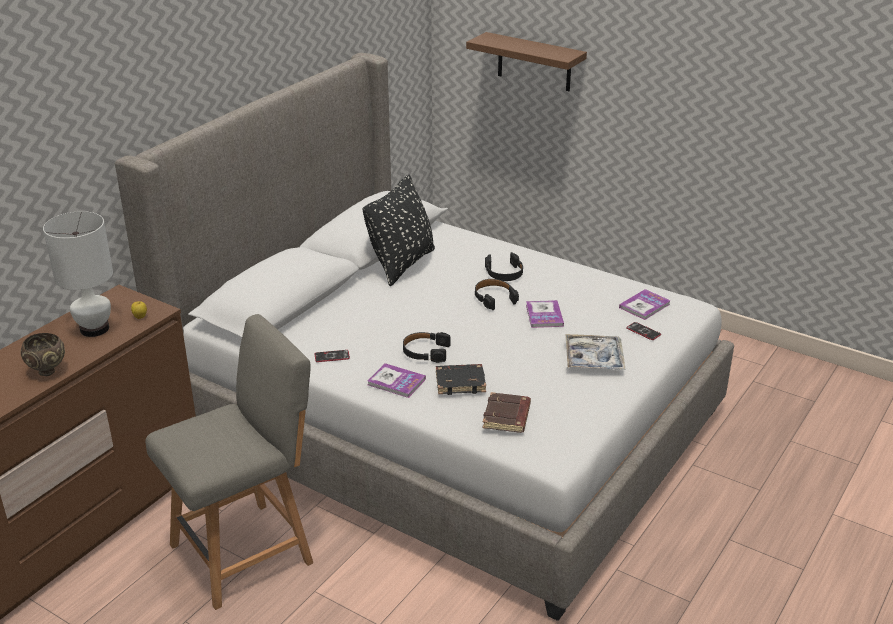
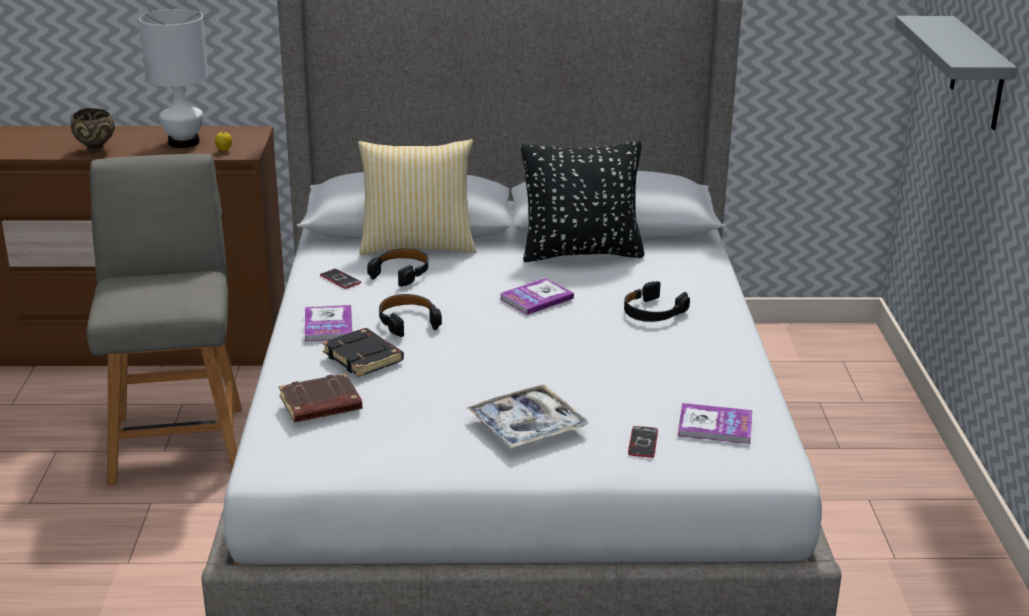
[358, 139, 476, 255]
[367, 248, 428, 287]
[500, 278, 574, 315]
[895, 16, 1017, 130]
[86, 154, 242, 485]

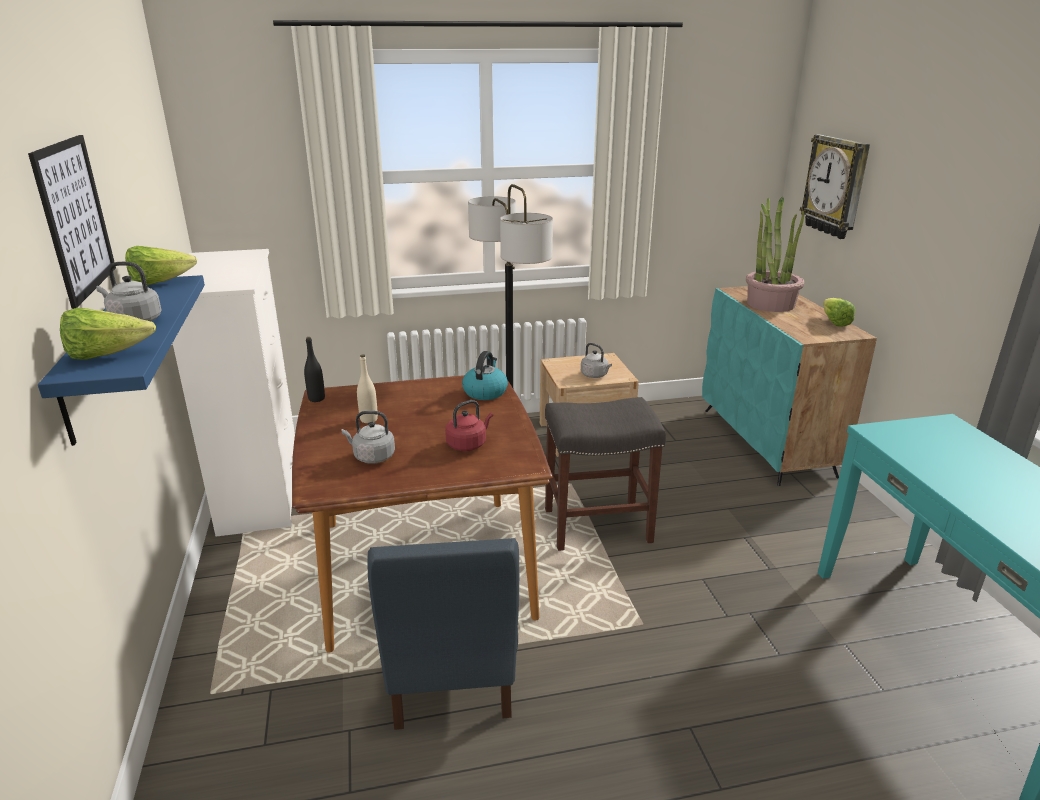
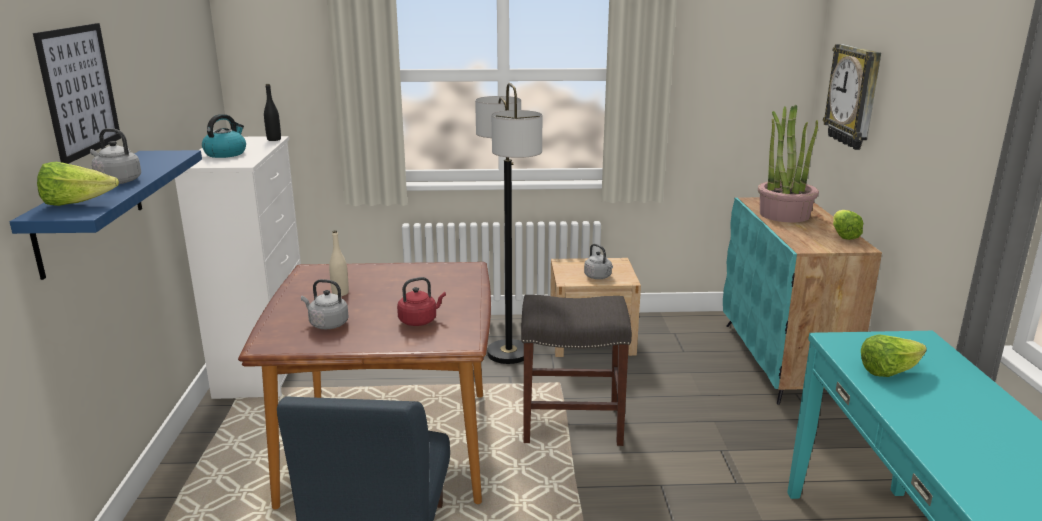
[861, 334, 927, 377]
[264, 84, 281, 141]
[202, 114, 246, 158]

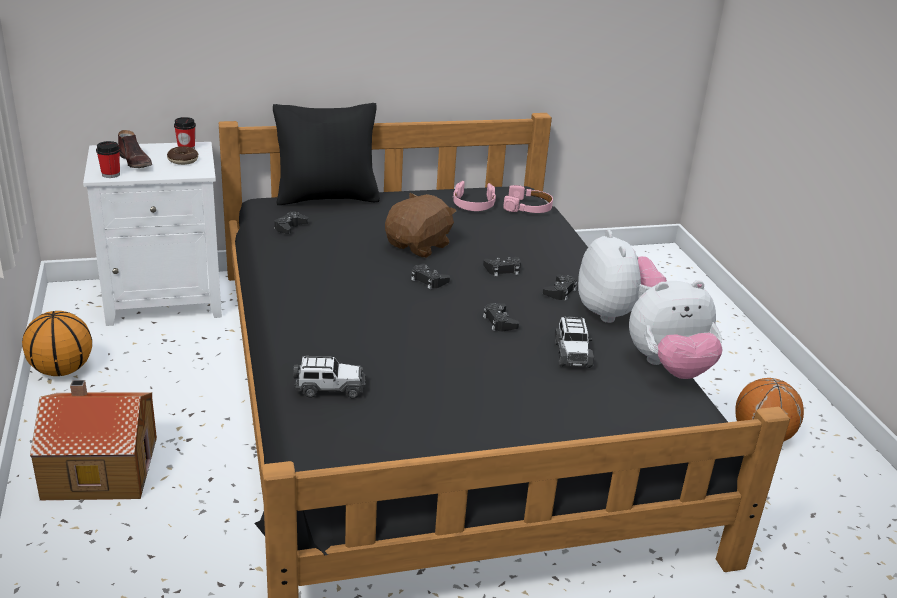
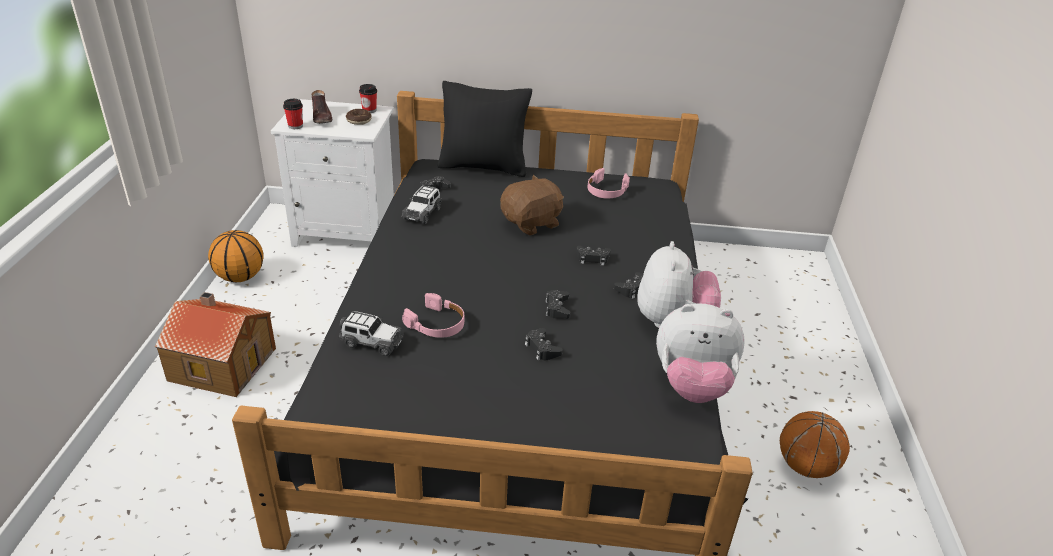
[525, 328, 563, 360]
[402, 293, 464, 338]
[402, 185, 442, 224]

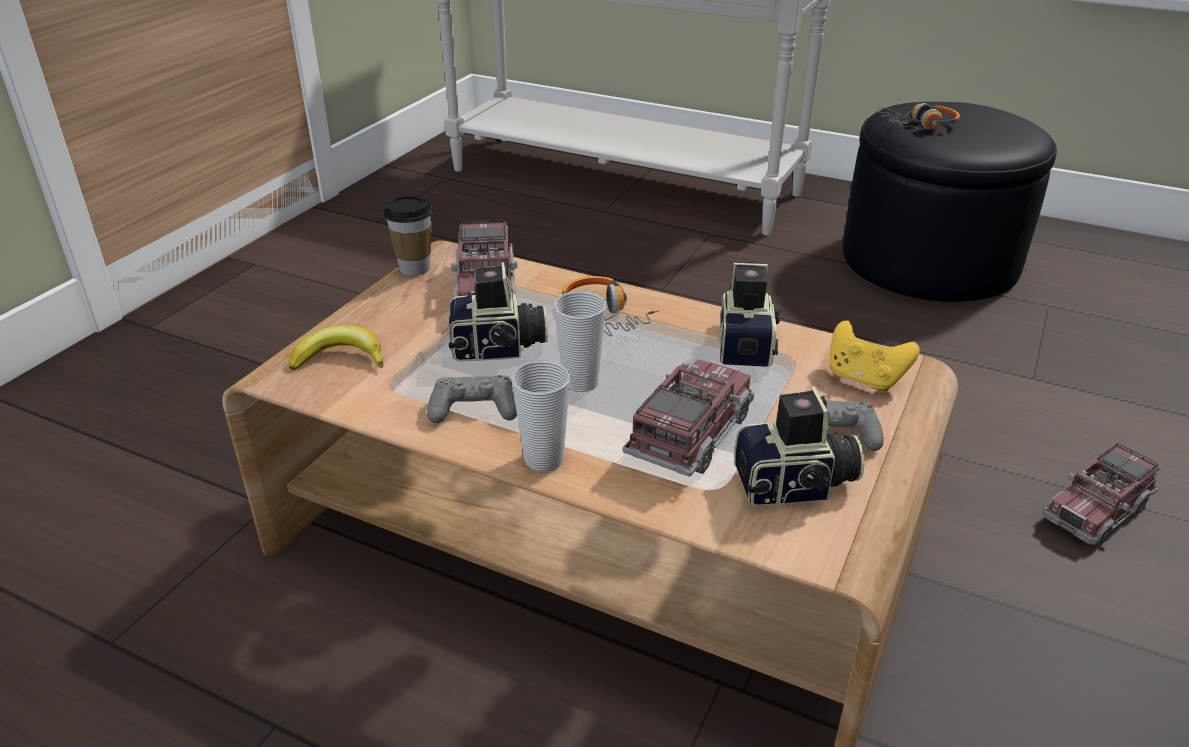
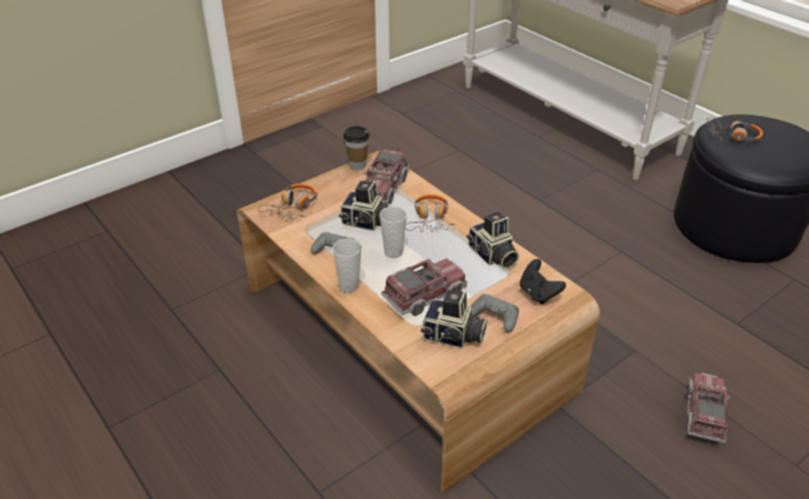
[259, 184, 317, 220]
[520, 259, 566, 304]
[467, 212, 519, 269]
[686, 373, 731, 443]

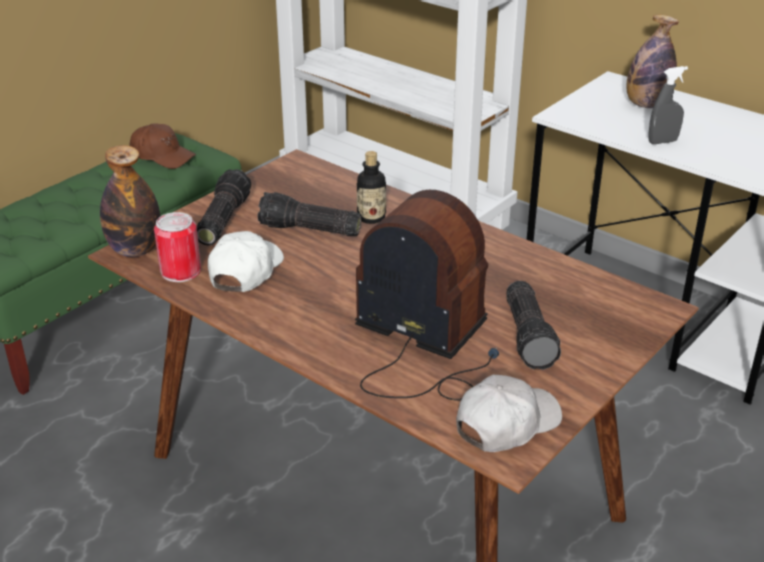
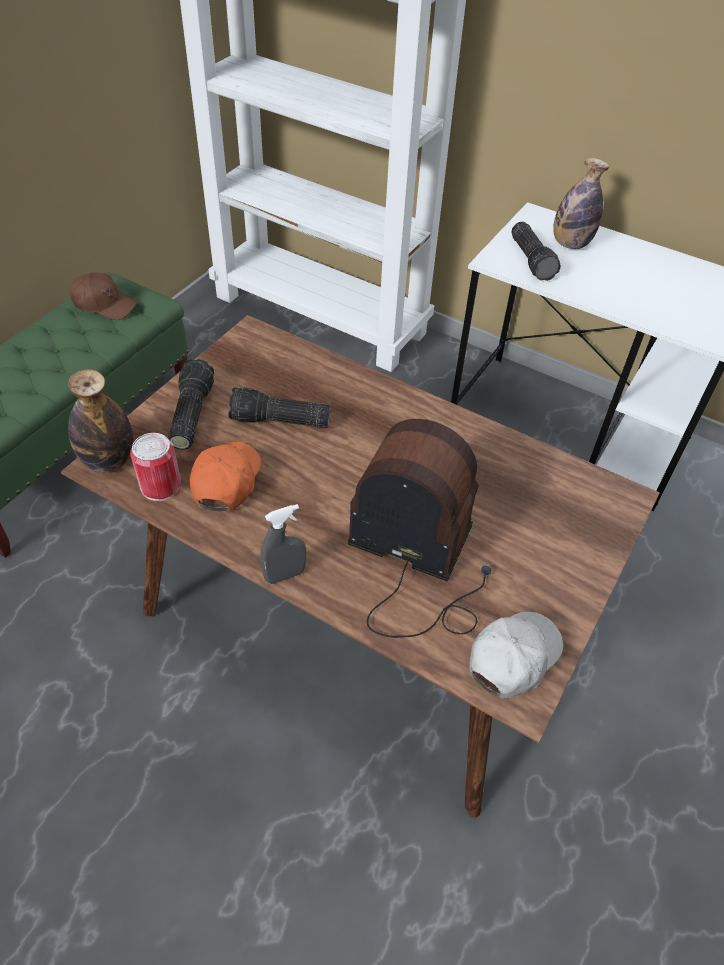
[357, 151, 386, 224] (first image)
[511, 222, 561, 281]
[260, 504, 306, 584]
[189, 442, 261, 511]

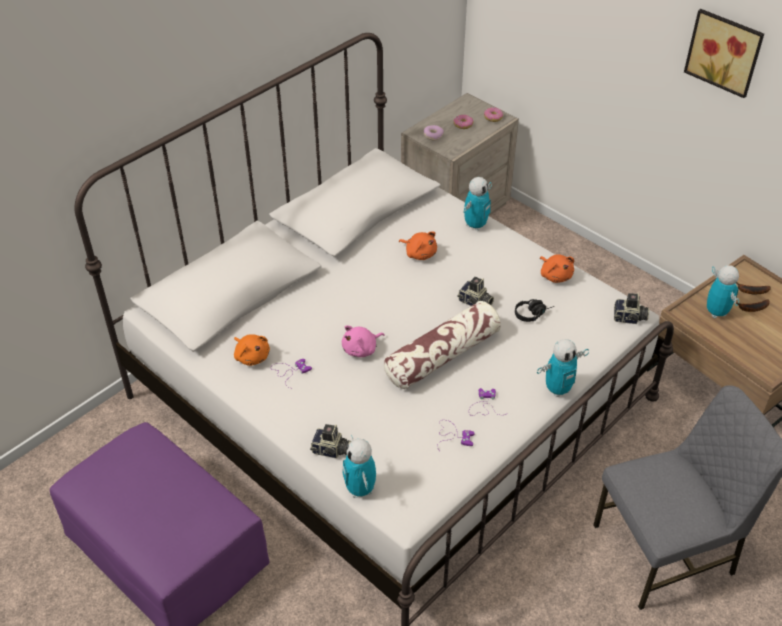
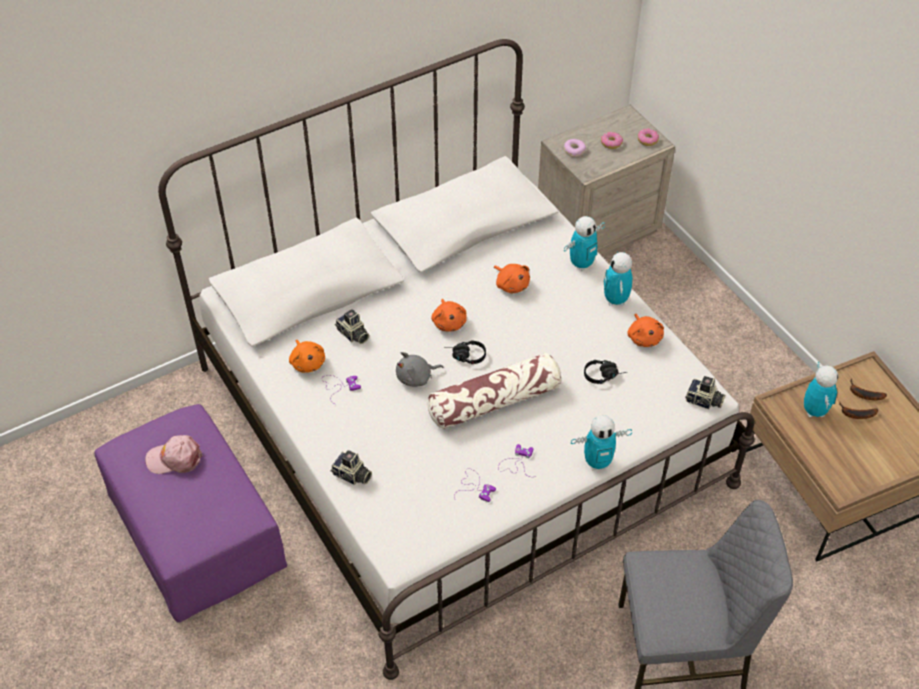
[684, 9, 764, 98] (first image)
[145, 435, 202, 474]
[431, 299, 467, 332]
[444, 340, 486, 364]
[604, 251, 632, 306]
[335, 309, 369, 344]
[396, 352, 444, 387]

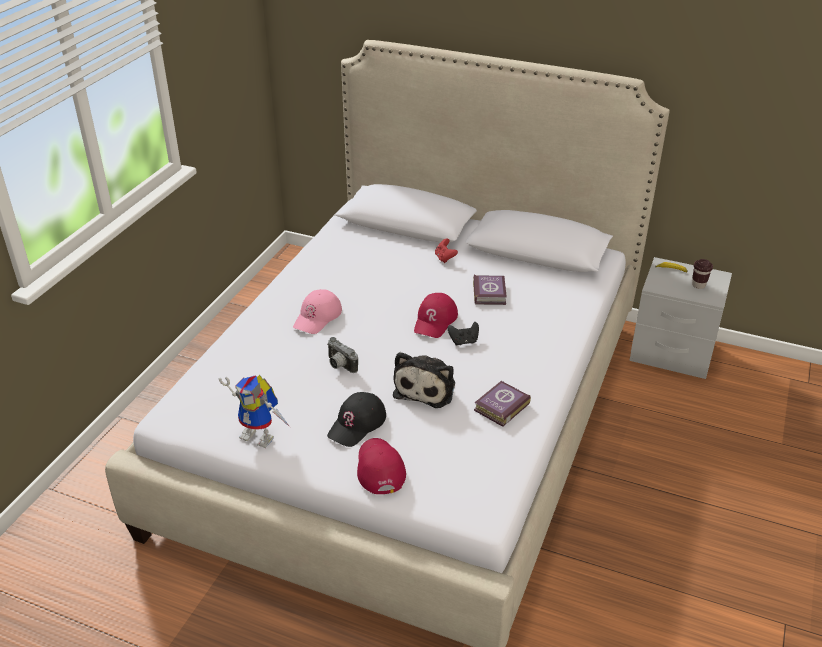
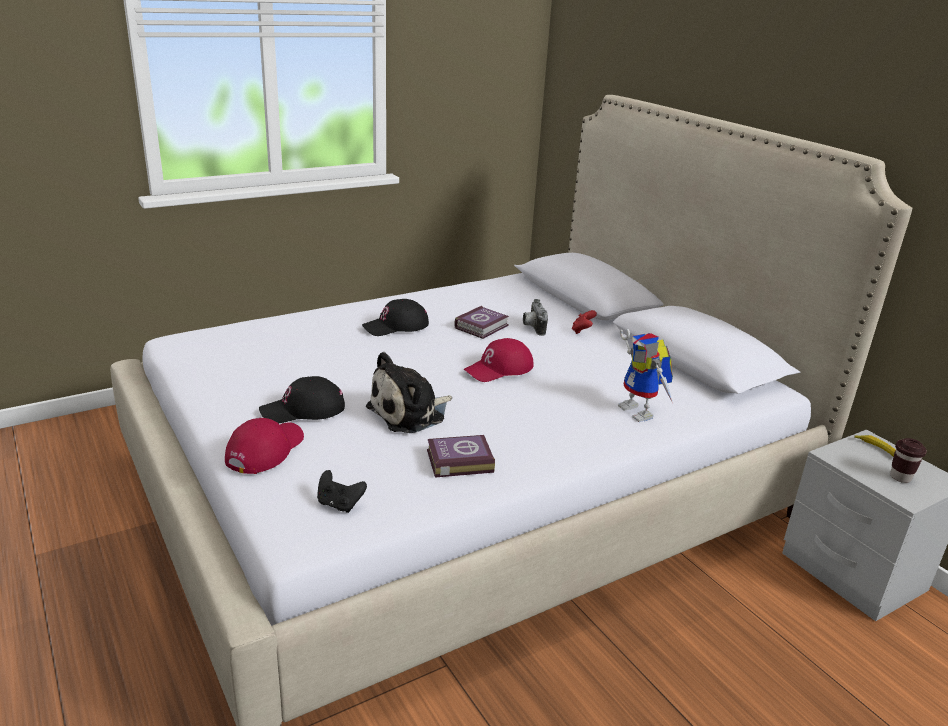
[618, 329, 673, 422]
[523, 299, 548, 336]
[317, 470, 367, 513]
[454, 306, 509, 339]
[362, 299, 429, 336]

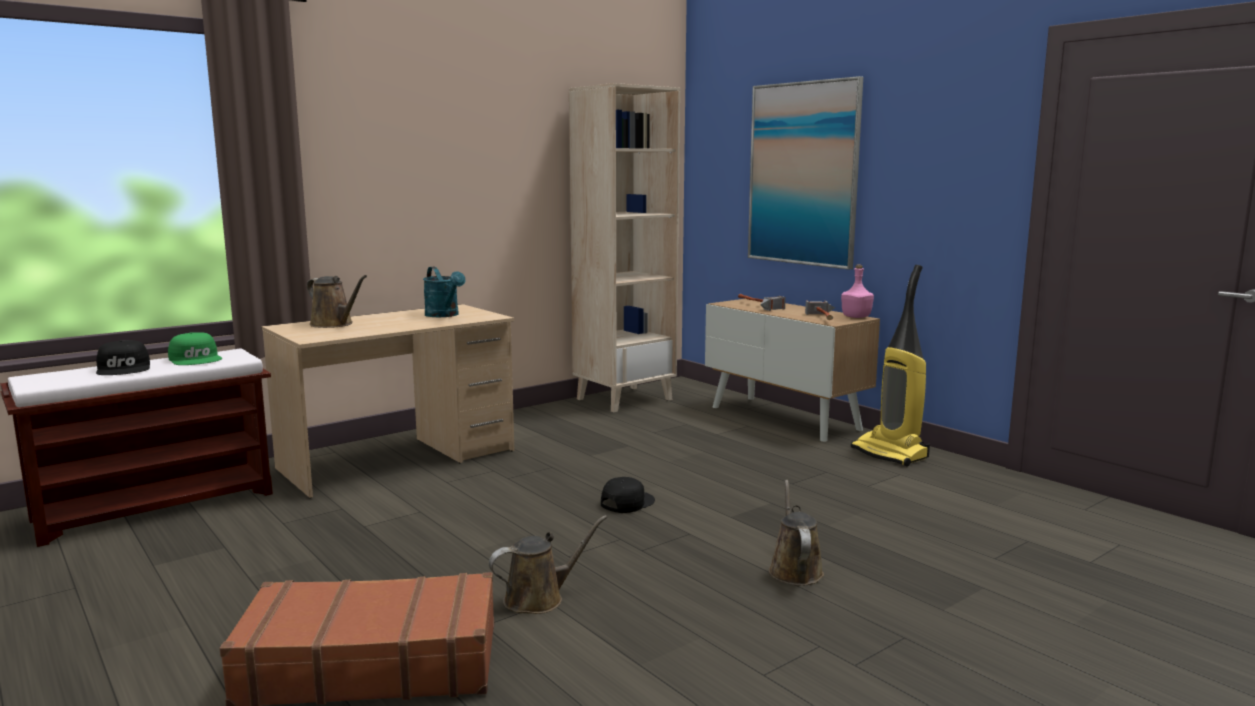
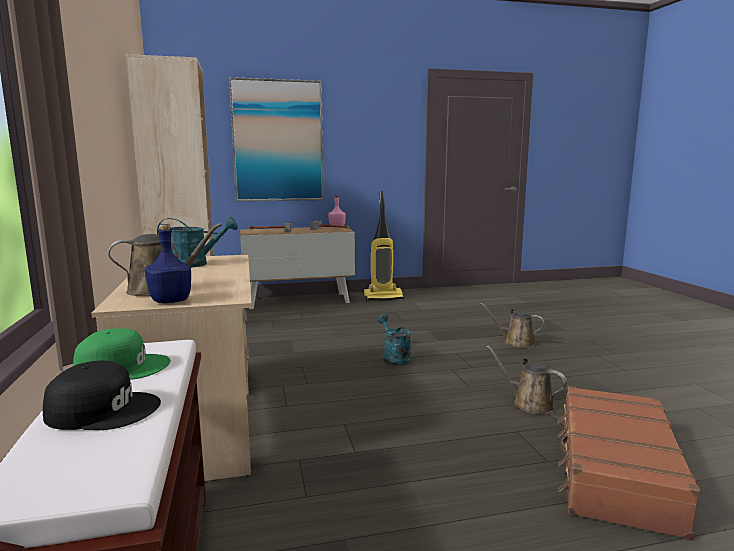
[145, 223, 191, 303]
[378, 314, 411, 366]
[486, 345, 567, 414]

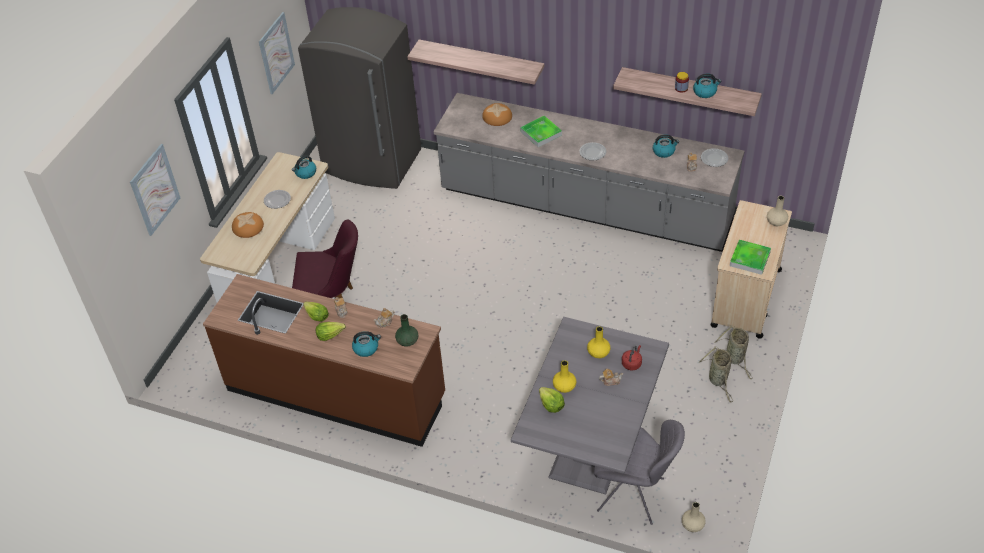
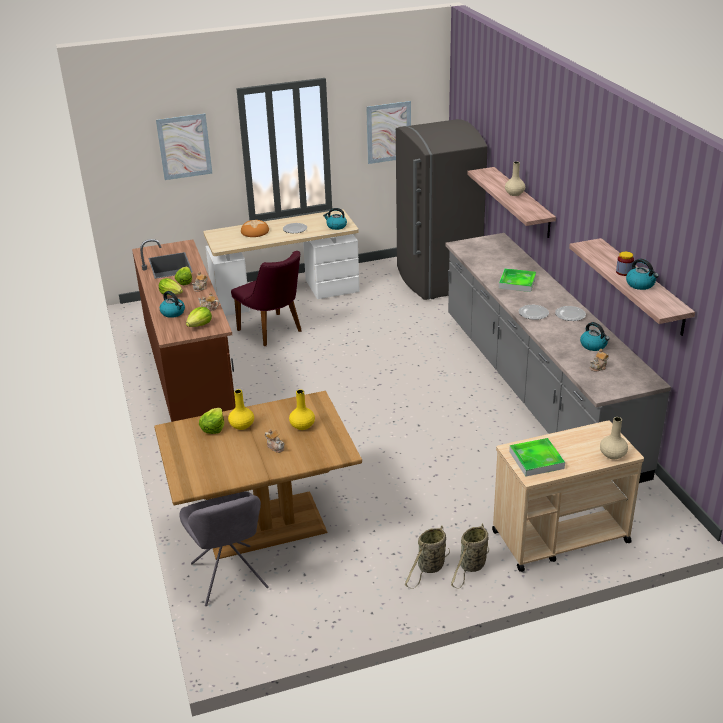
[482, 103, 512, 126] (first image)
[622, 345, 642, 370] (first image)
[505, 162, 525, 196]
[555, 306, 586, 321]
[186, 307, 212, 327]
[154, 391, 362, 560]

